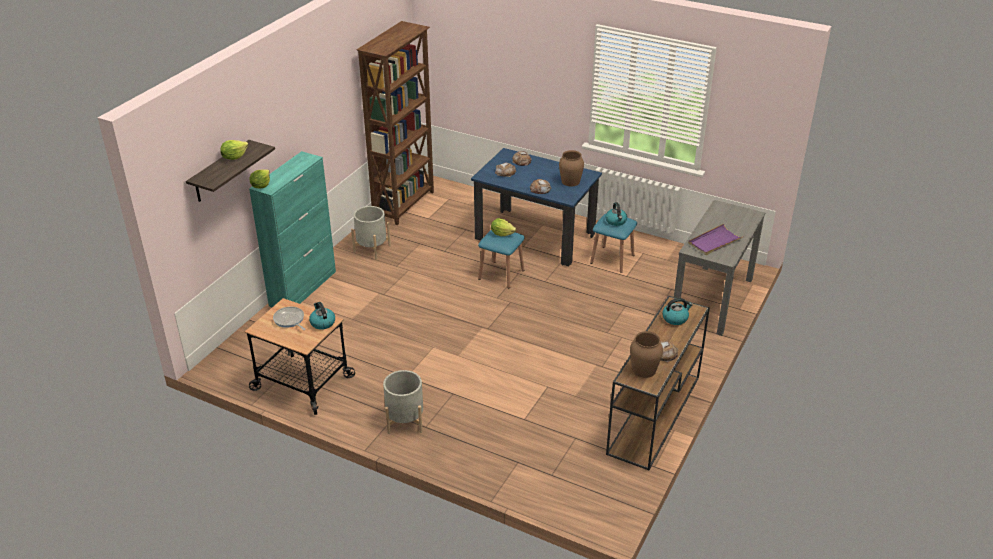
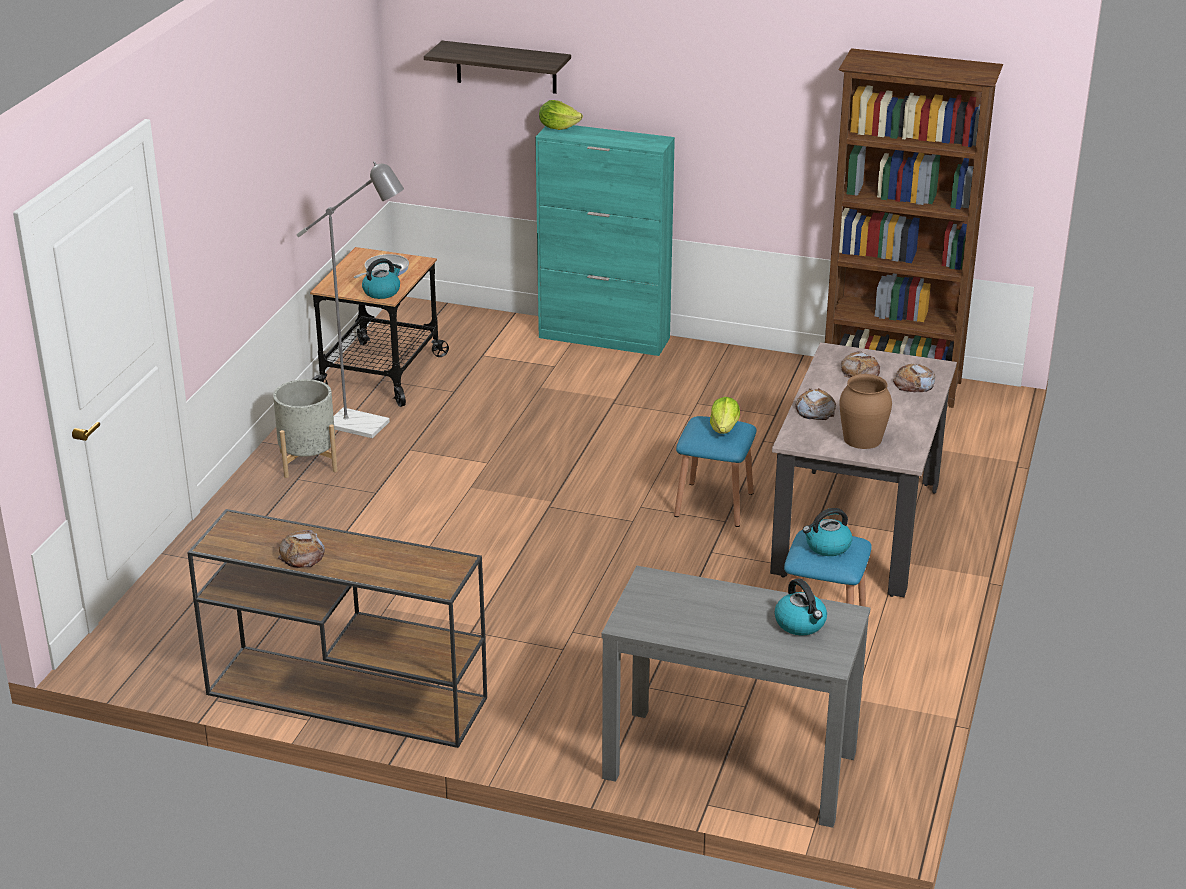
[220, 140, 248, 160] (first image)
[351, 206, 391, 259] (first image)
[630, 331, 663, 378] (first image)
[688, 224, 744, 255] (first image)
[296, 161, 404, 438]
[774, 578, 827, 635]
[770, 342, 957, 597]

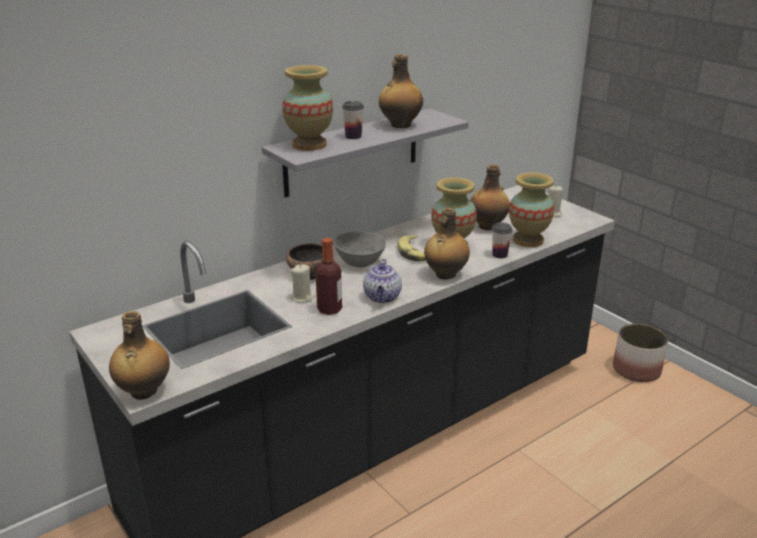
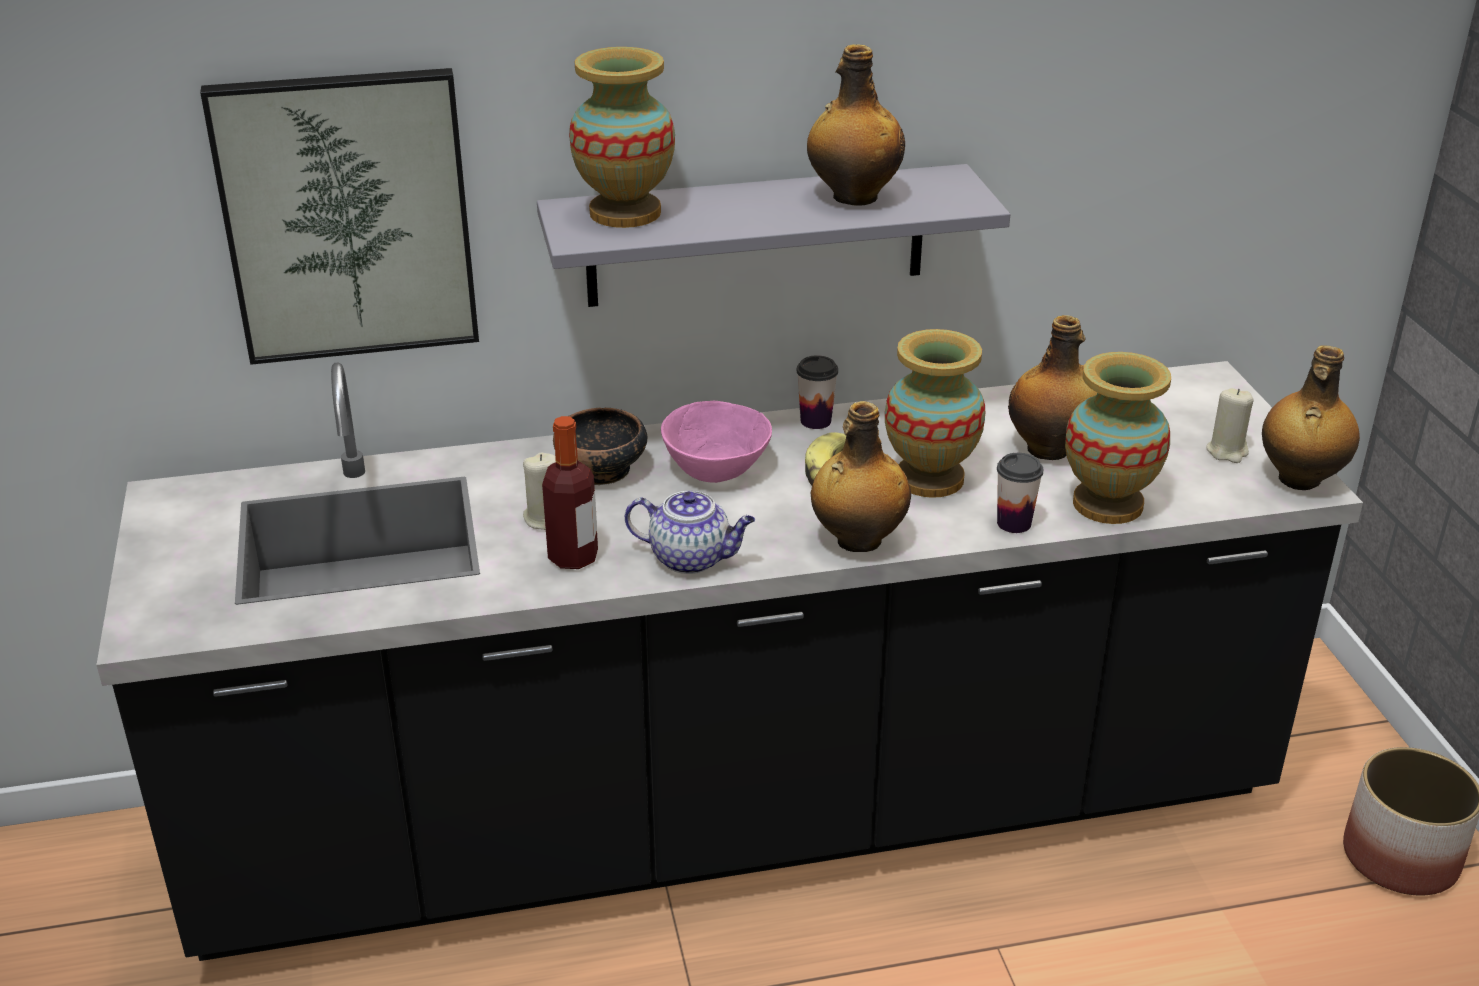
[200, 68, 479, 365]
[1262, 345, 1360, 490]
[796, 355, 838, 429]
[661, 401, 772, 483]
[625, 491, 755, 574]

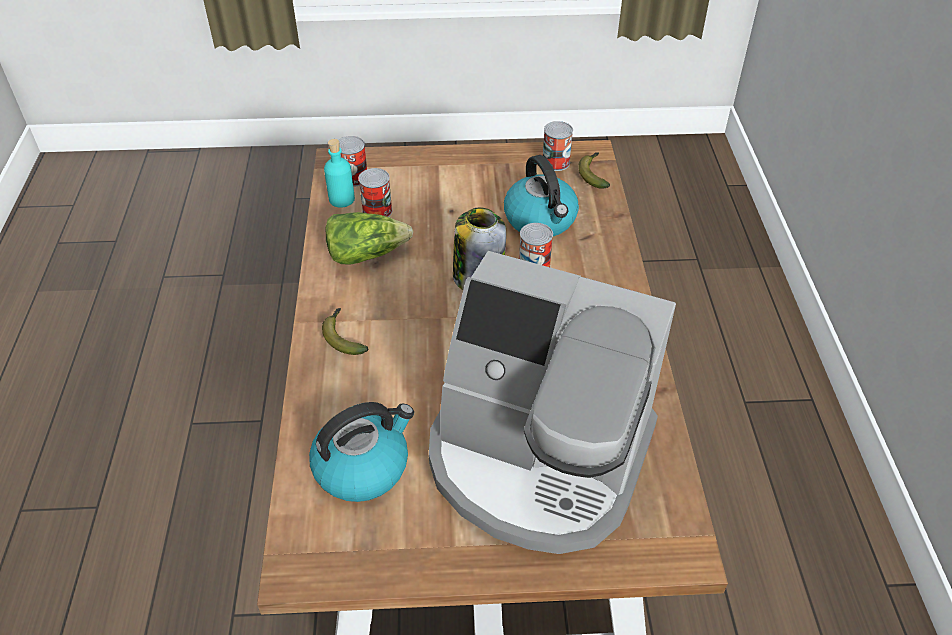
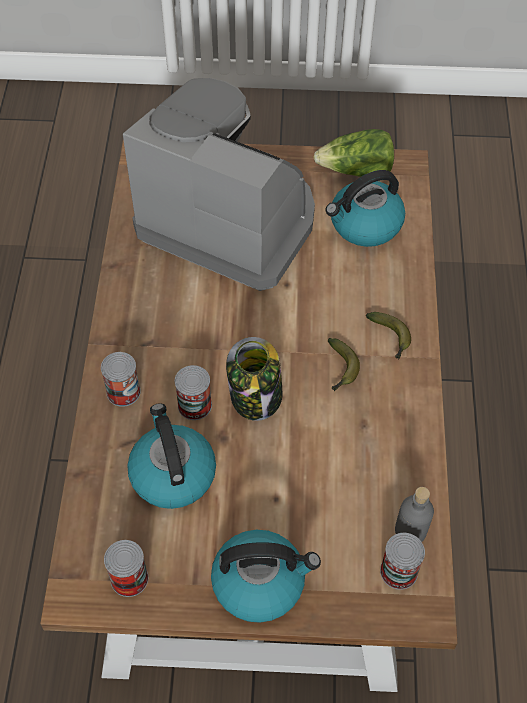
[211, 530, 321, 623]
[313, 129, 394, 177]
[101, 352, 141, 407]
[328, 338, 360, 391]
[395, 487, 434, 542]

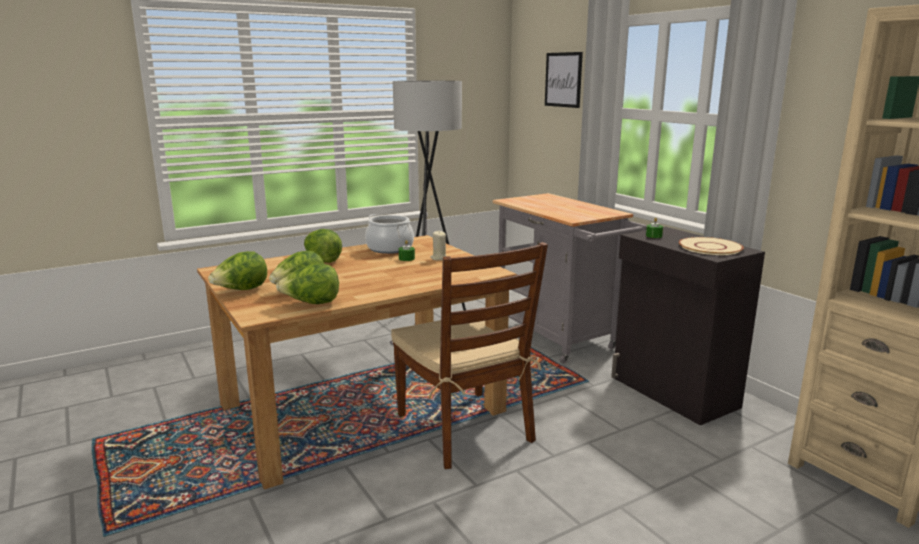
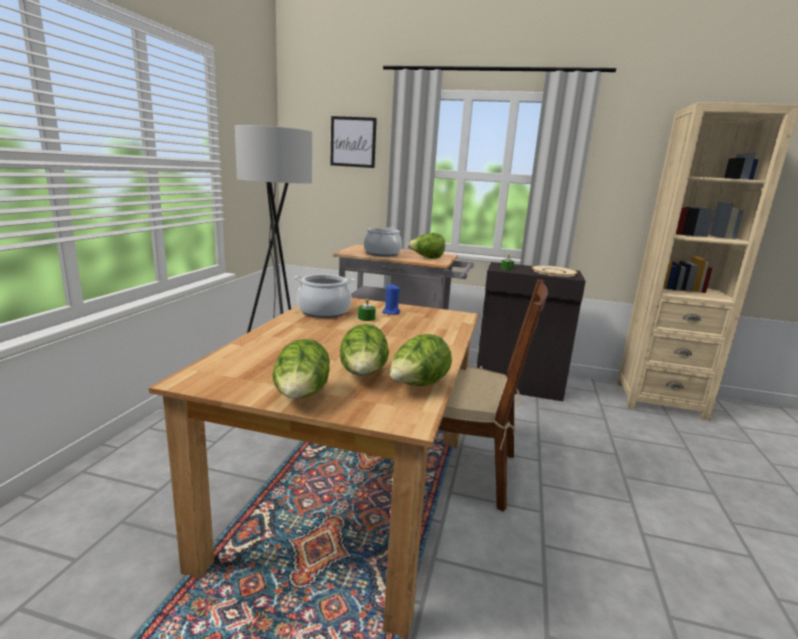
[364, 227, 402, 256]
[407, 233, 445, 258]
[382, 284, 400, 315]

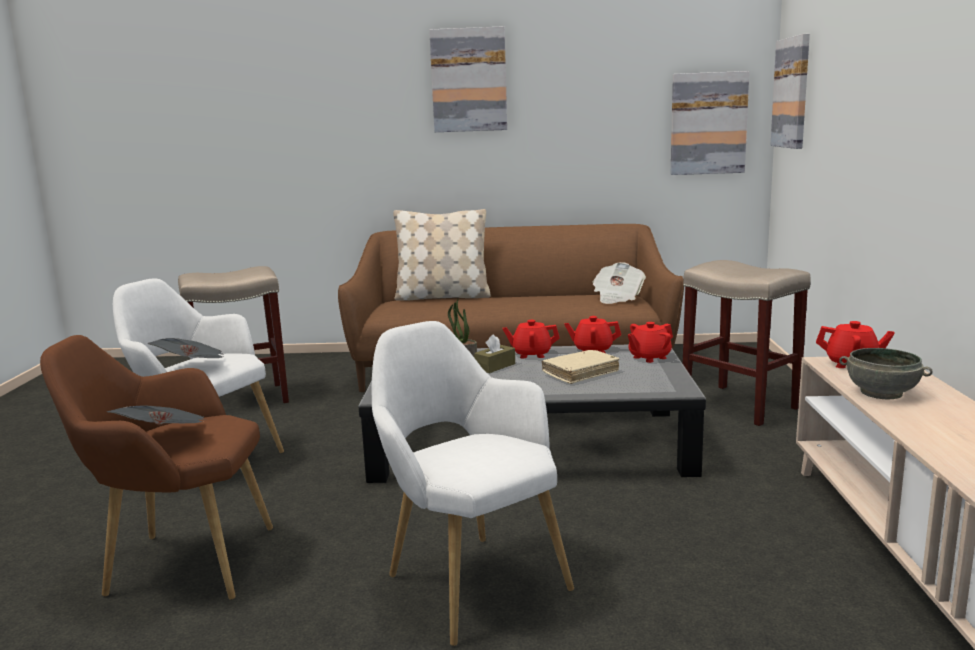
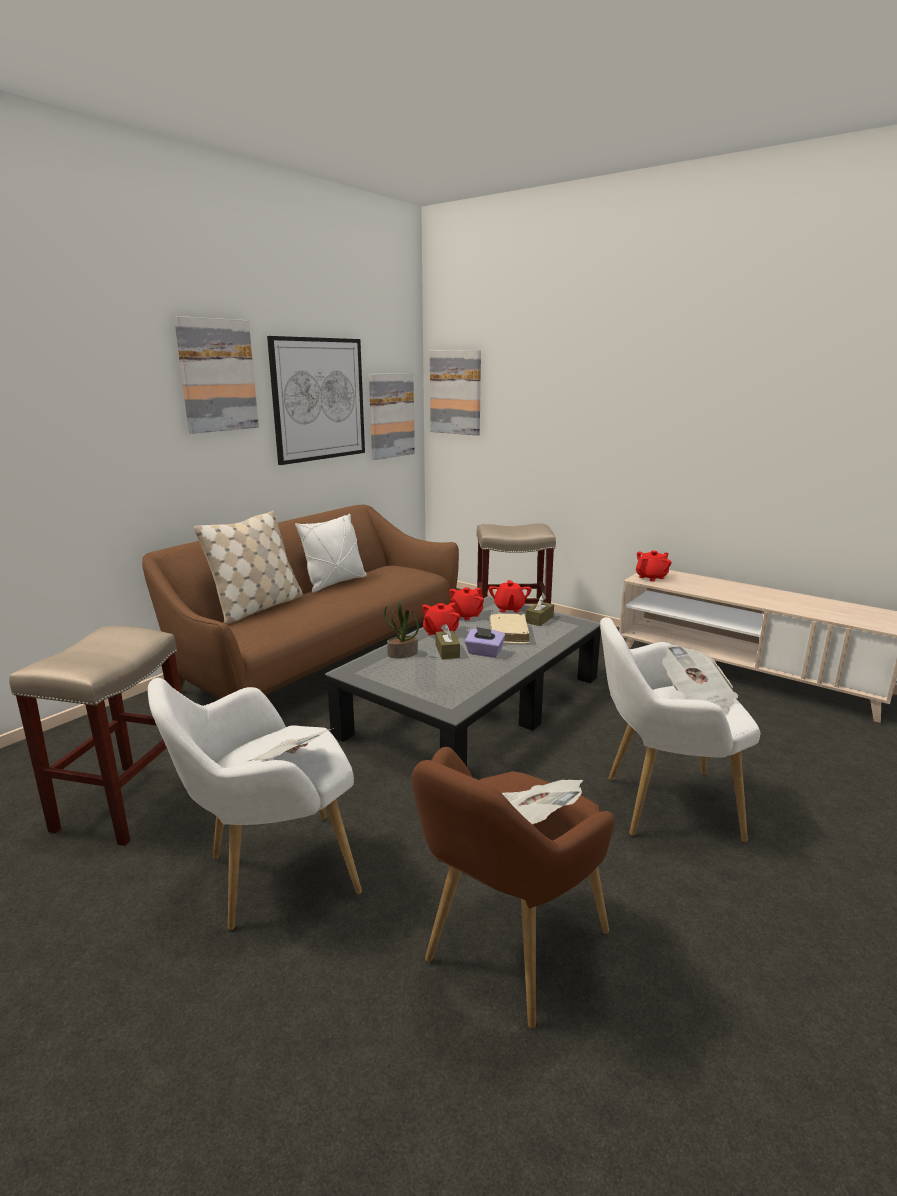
[839, 348, 933, 399] (first image)
[267, 336, 365, 465]
[295, 514, 367, 593]
[465, 627, 505, 658]
[526, 595, 554, 626]
[662, 644, 738, 716]

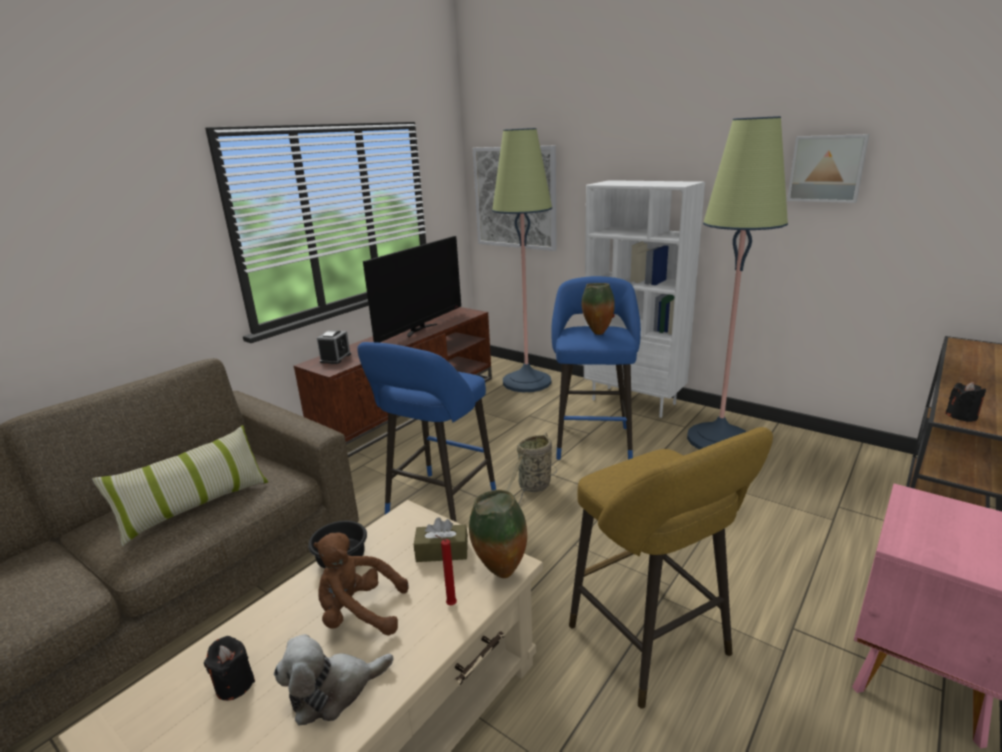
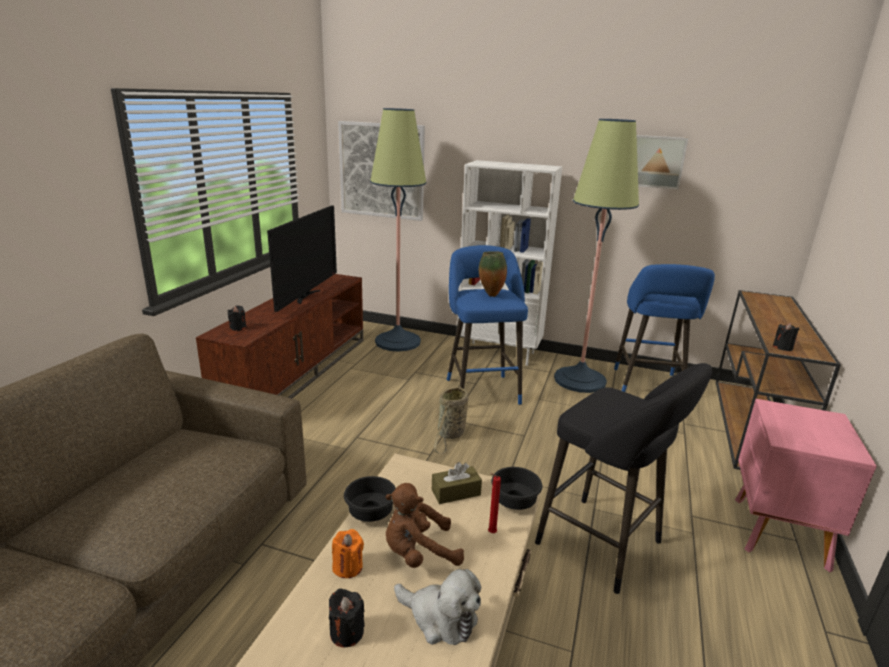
[92, 425, 268, 547] (first image)
[332, 529, 364, 578]
[614, 264, 715, 392]
[227, 305, 246, 331]
[492, 467, 542, 510]
[535, 363, 712, 594]
[394, 569, 481, 645]

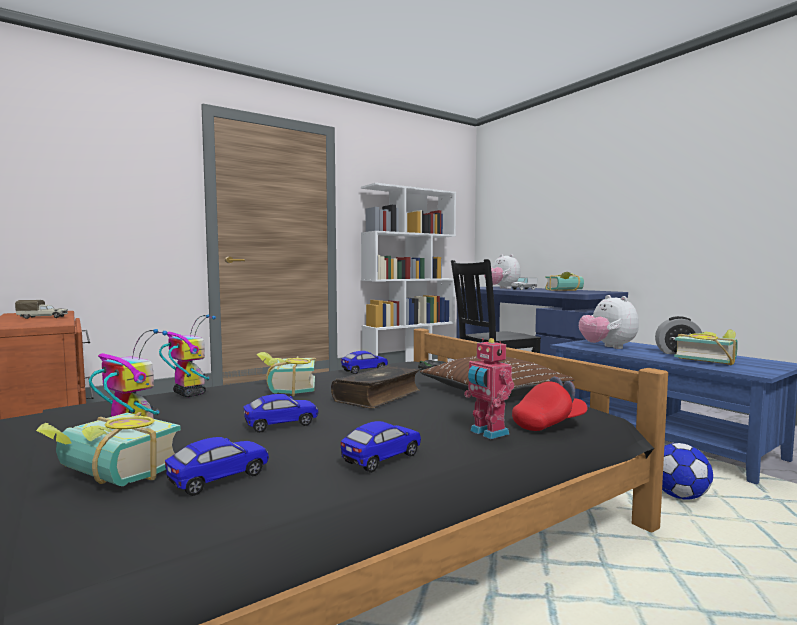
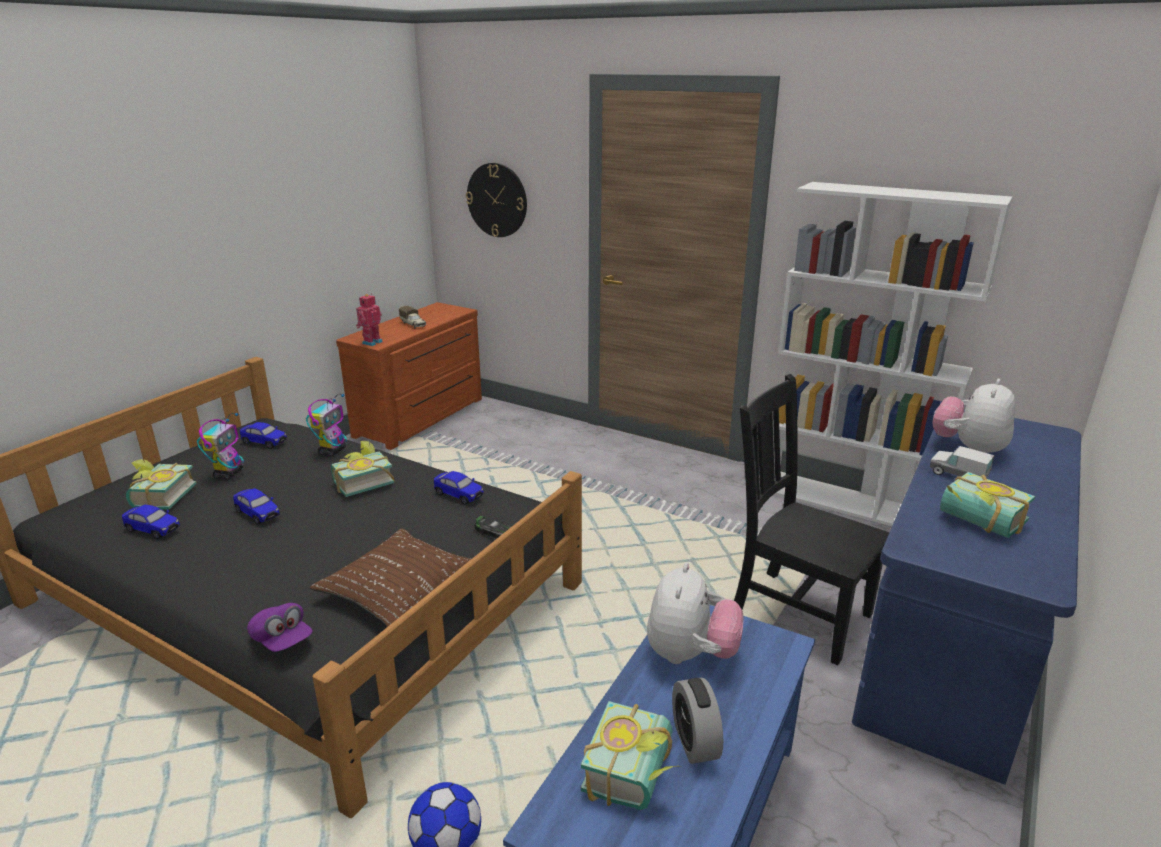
[331, 365, 420, 409] (first image)
[466, 163, 527, 237]
[240, 422, 287, 449]
[356, 293, 383, 346]
[247, 603, 313, 652]
[647, 563, 744, 664]

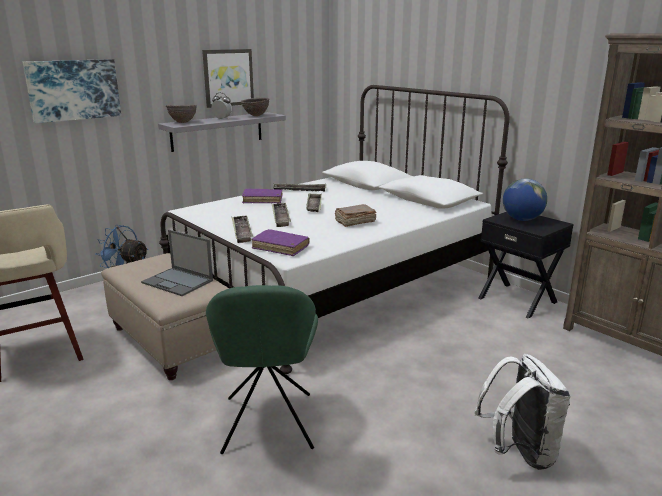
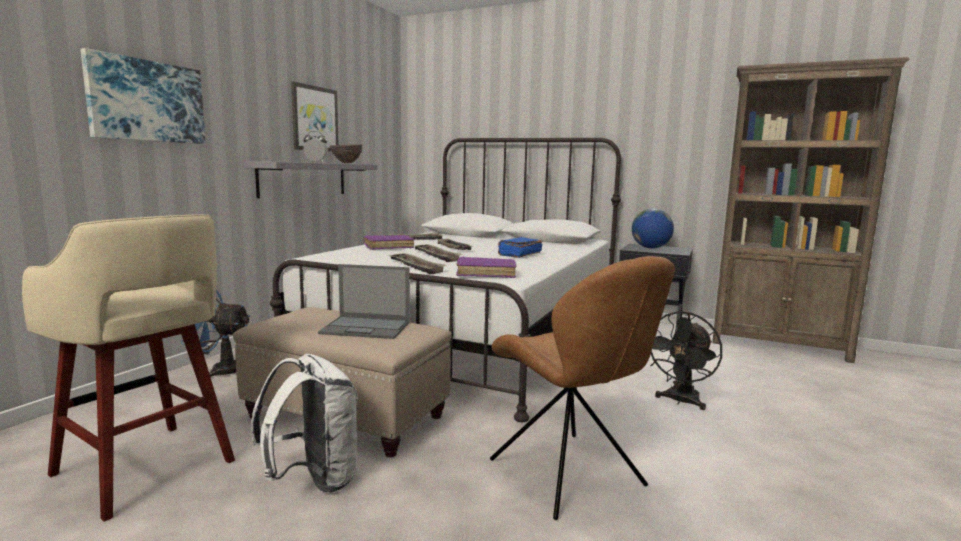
[166, 105, 197, 123] (first image)
[650, 311, 722, 410]
[251, 354, 359, 493]
[490, 256, 675, 520]
[498, 237, 542, 258]

